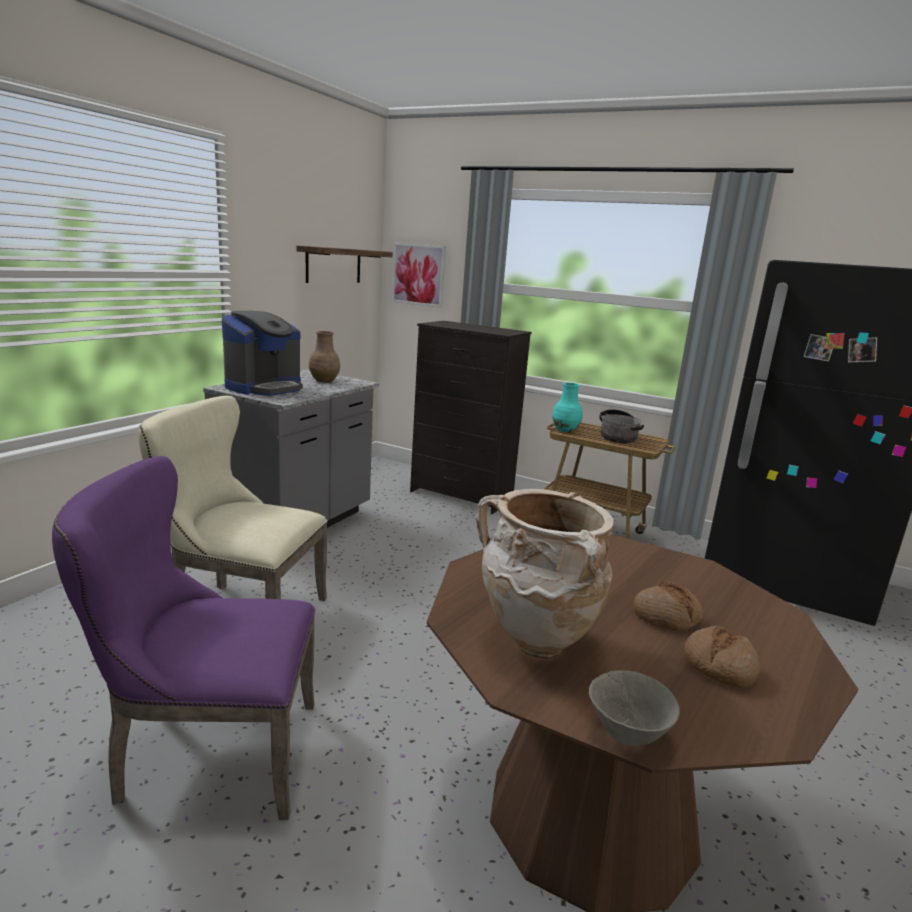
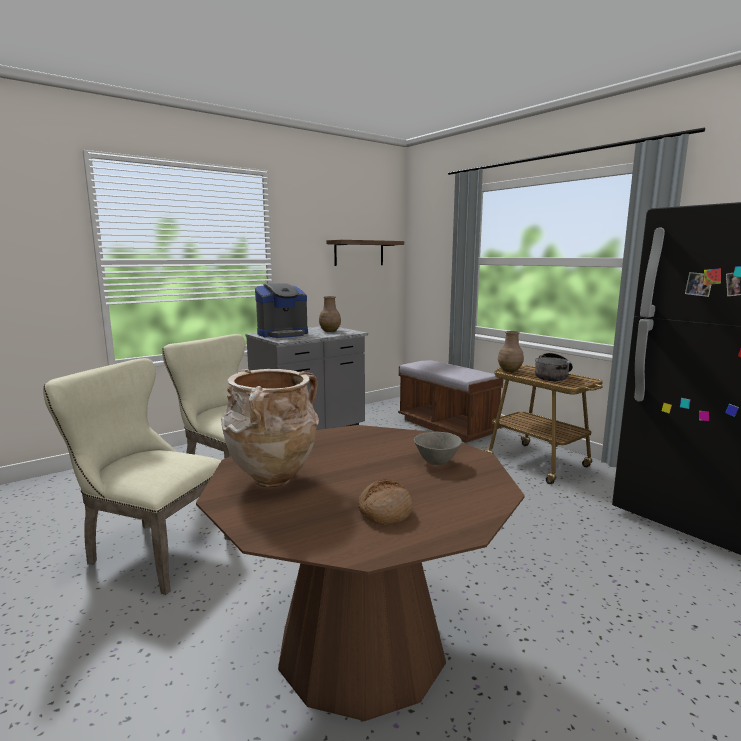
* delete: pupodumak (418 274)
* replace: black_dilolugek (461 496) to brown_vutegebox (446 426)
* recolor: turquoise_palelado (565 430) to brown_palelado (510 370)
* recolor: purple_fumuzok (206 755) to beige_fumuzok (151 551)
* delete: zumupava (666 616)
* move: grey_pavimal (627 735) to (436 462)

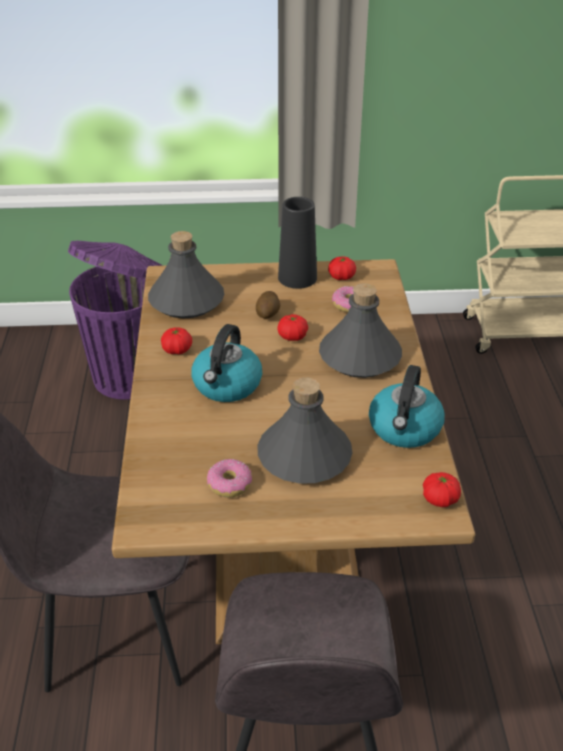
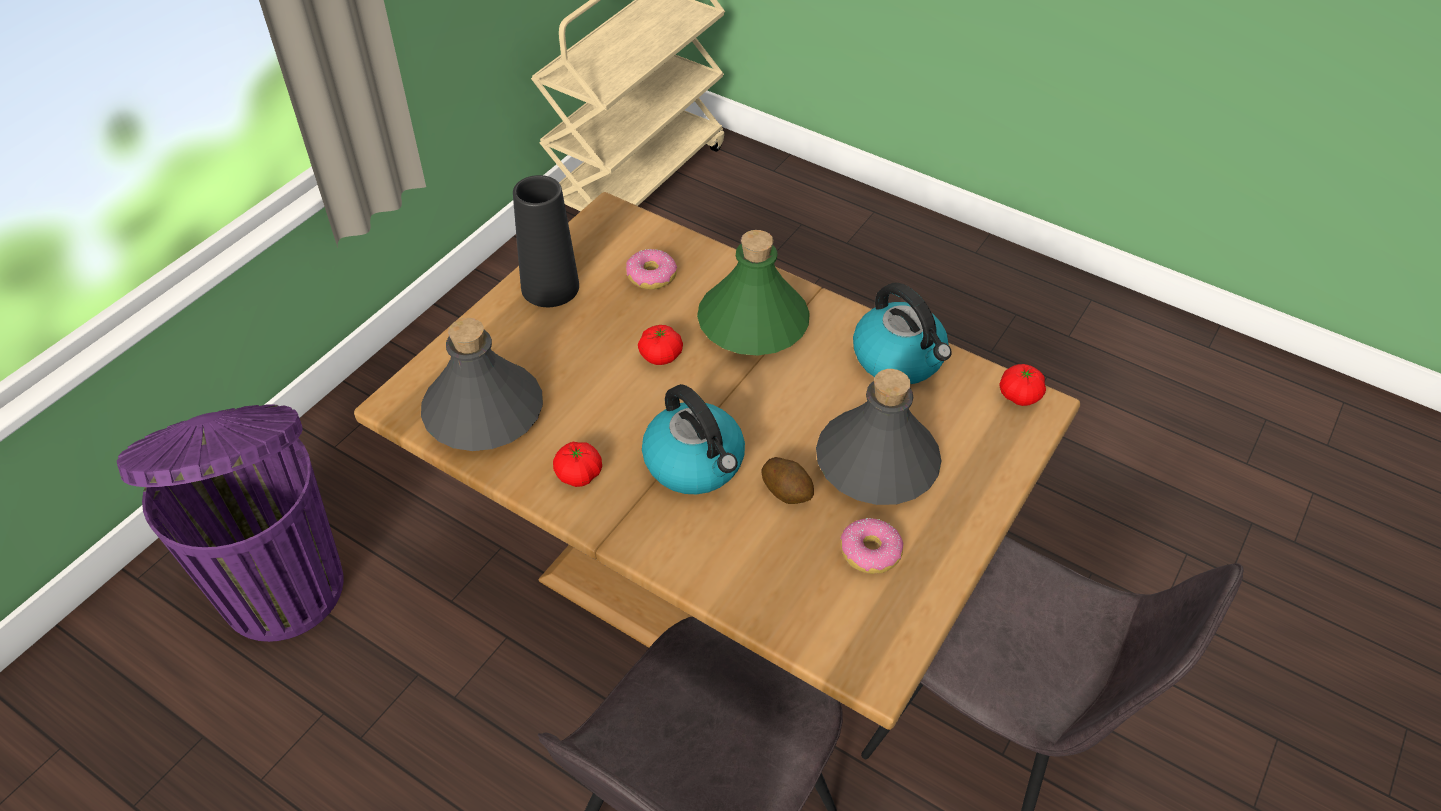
* delete: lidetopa (341 277)
* recolor: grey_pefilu (359 357) to green_pefilu (753 324)
* move: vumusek (268 314) to (787 491)

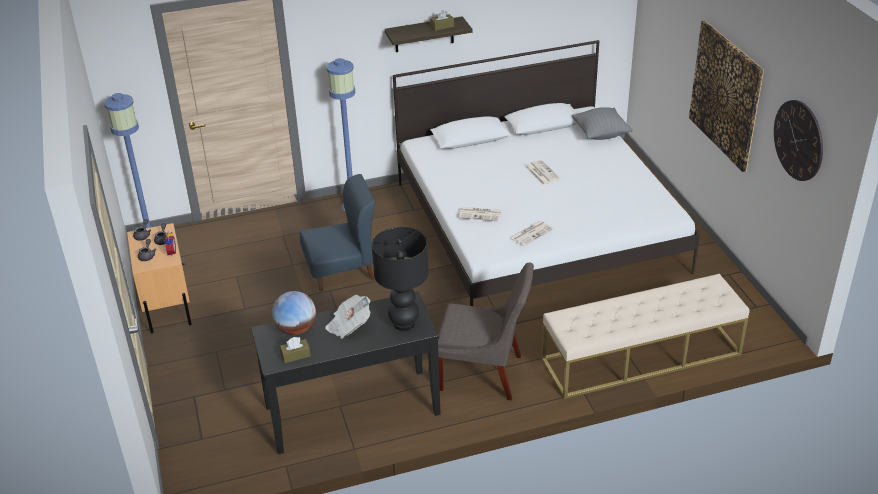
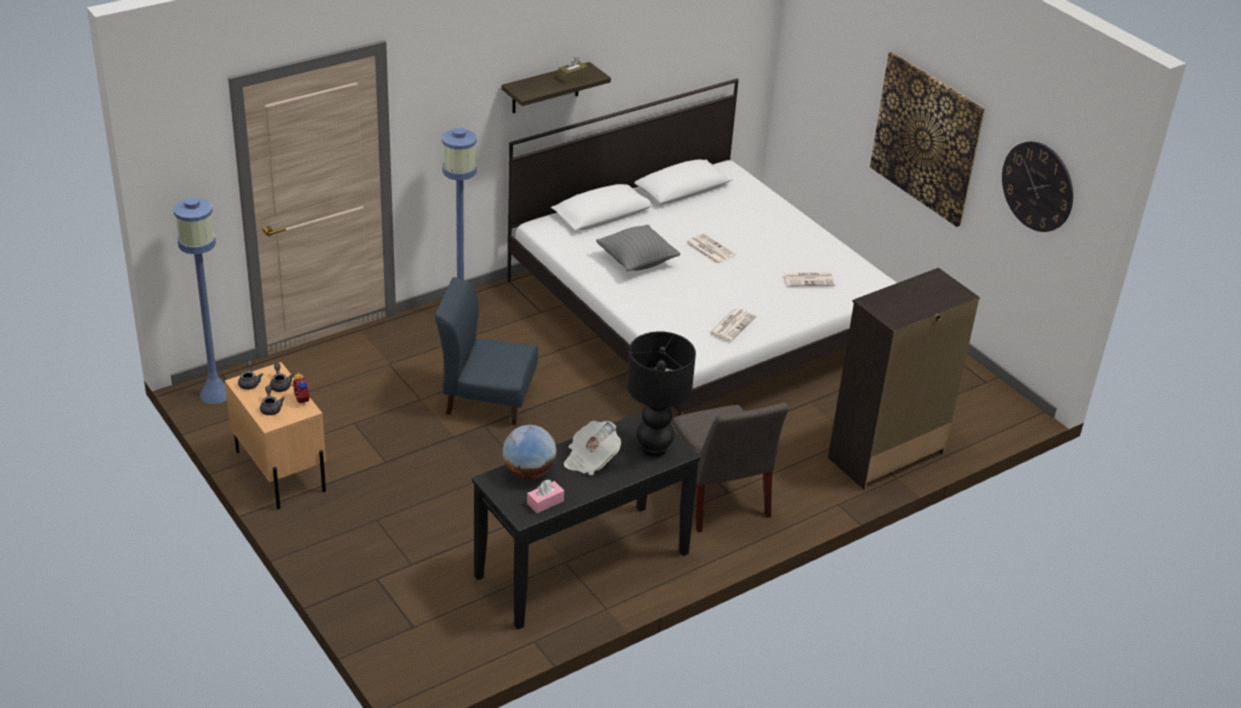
* move: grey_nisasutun (600 134) to (637 262)
* rotate: blue_fumuzok (341 271) = (487 399) 135 degrees counterclockwise
* move: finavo (481 214) to (809 279)
* rotate: grey_fumuzok (485 374) = (718 500) 75 degrees clockwise
* replace: beige_vutegebox (640 357) to black_dilolugek (884 455)
* recolor: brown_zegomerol (295 355) to pink_zegomerol (545 502)

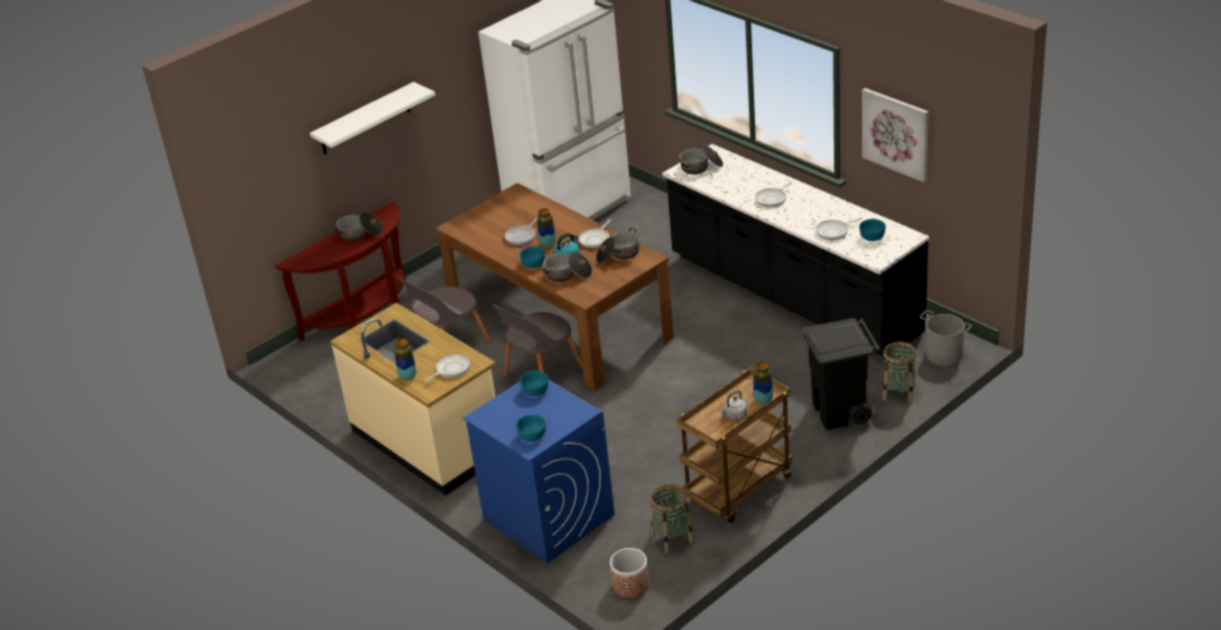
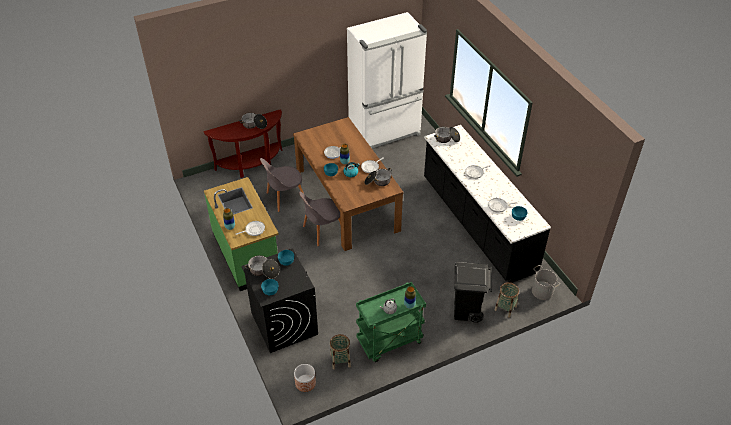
* delete: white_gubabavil (365 119)
* delete: pupodumak (896 133)
* move: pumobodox (567 274) to (263 271)
* recolor: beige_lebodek (429 442) to green_lebodek (247 254)
* recolor: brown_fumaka (739 490) to green_fumaka (389 342)
* recolor: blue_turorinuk (547 516) to black_turorinuk (283 323)

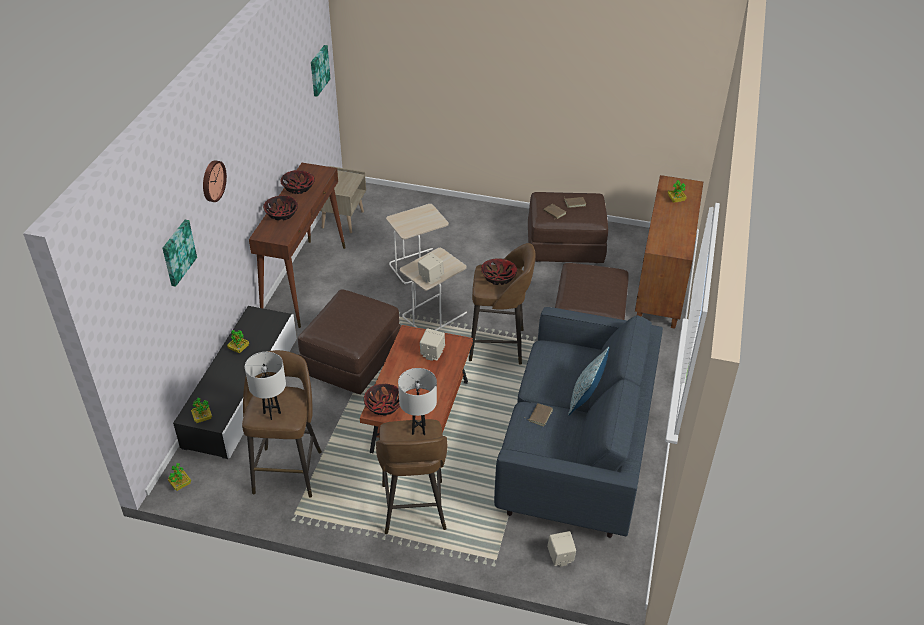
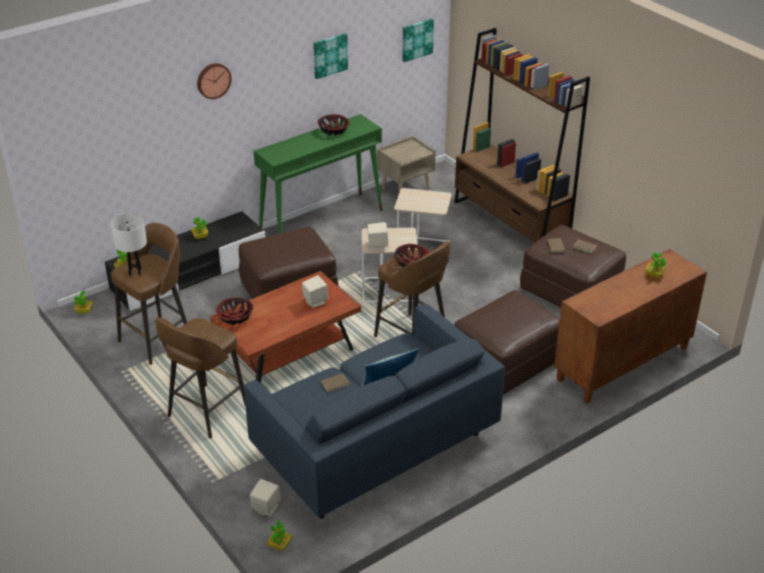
* recolor: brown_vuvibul (305 281) to green_vuvibul (322 221)
* delete: pavimal (282 214)
* move: pupodumak (177 252) to (329 55)
* delete: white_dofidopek (418 430)
* insert: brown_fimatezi (510 224)
* insert: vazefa (279 545)

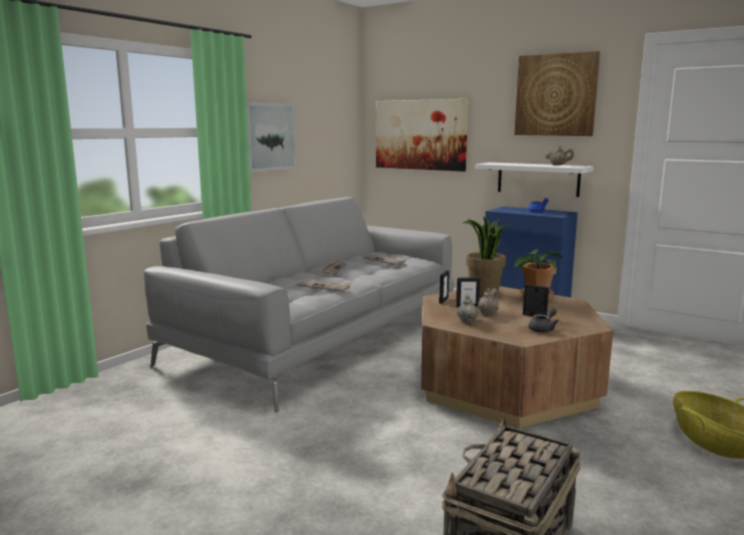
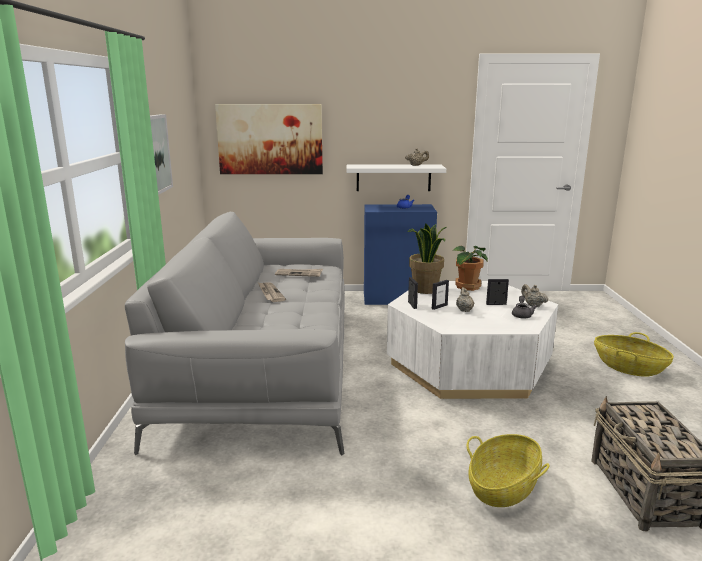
* delete: pupodumak (556 95)
* delete: finavo (324 287)
* recolor: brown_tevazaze (505 384) to white_tevazaze (468 365)
* move: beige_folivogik (467 321) to (532 305)
* insert: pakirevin (503 487)

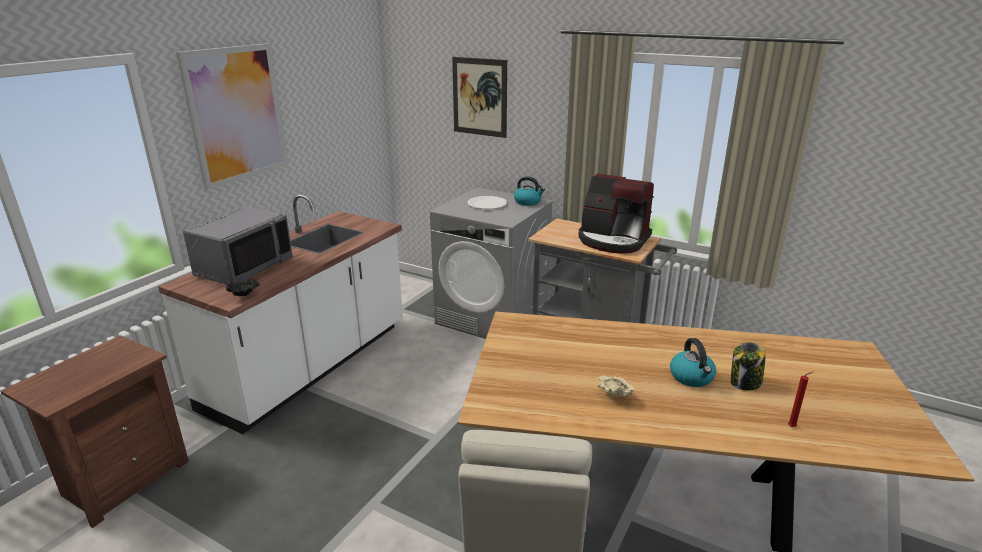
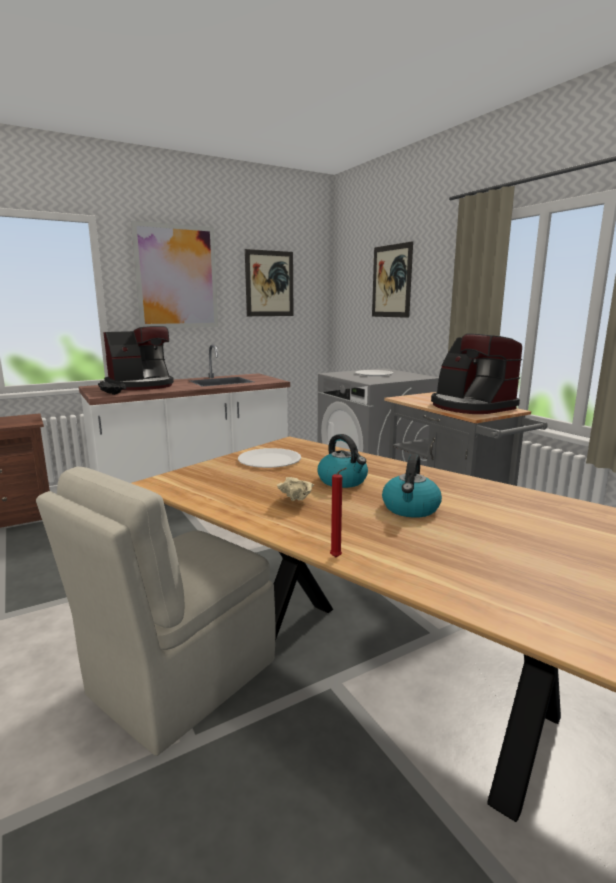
* move: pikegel (528 202) to (343 481)
* replace: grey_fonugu (243 267) to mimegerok (141 385)
* delete: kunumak (745 383)
* move: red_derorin (793 427) to (337 558)
* insert: pupodumak (269 283)
* insert: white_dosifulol (269 460)

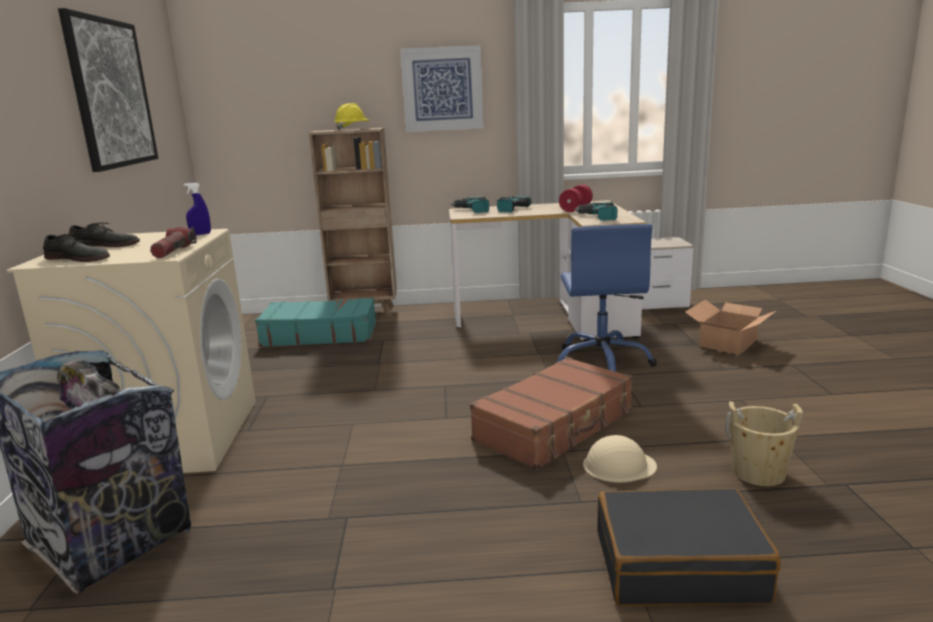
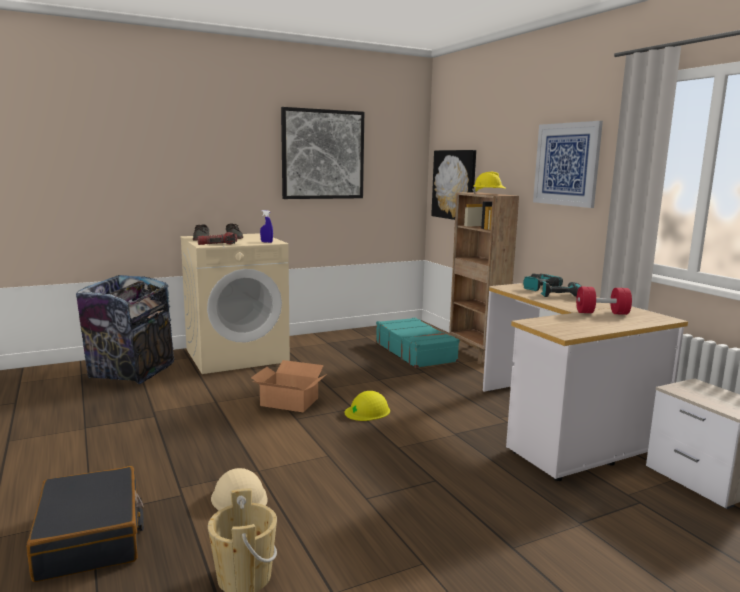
* delete: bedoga (598 217)
* delete: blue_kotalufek (602 362)
* move: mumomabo (729 343) to (289 402)
* delete: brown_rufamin (555 426)
* insert: pupodumak (454 185)
* insert: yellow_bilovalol (367 411)

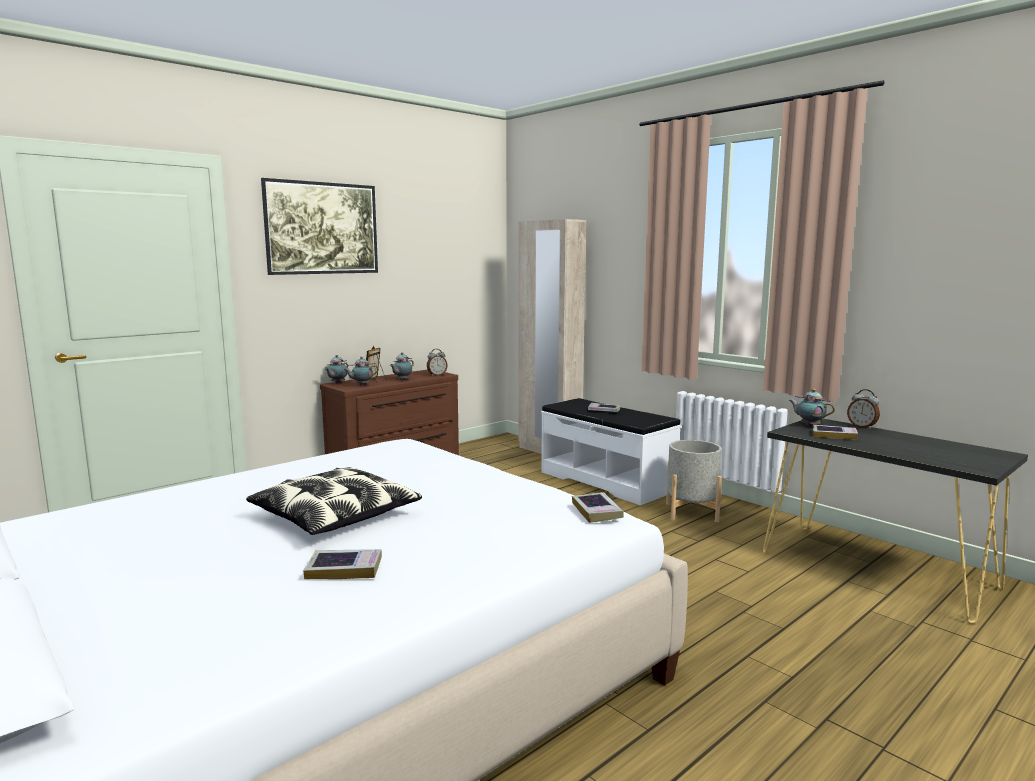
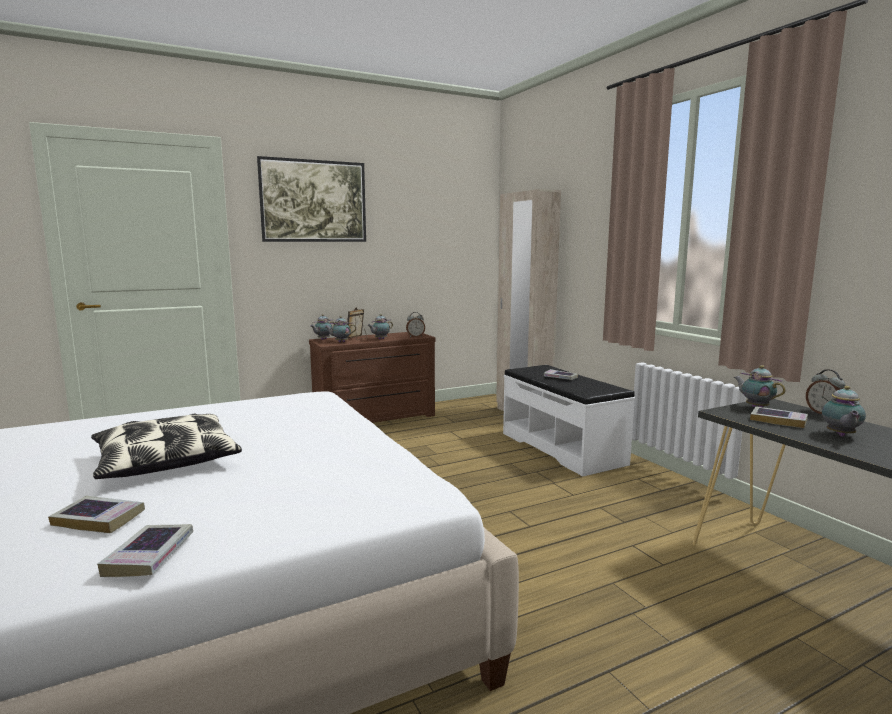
* delete: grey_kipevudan (691 512)
* move: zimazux (596 511) to (149 556)
* insert: folivogik (840 435)

